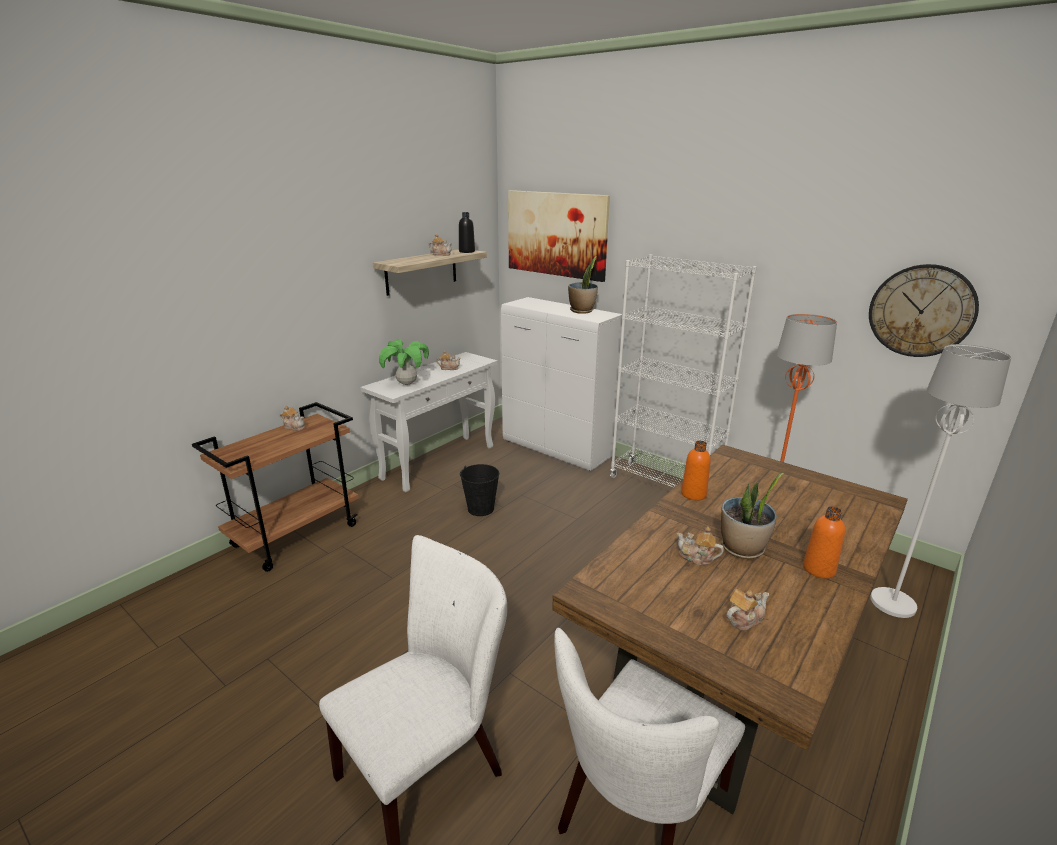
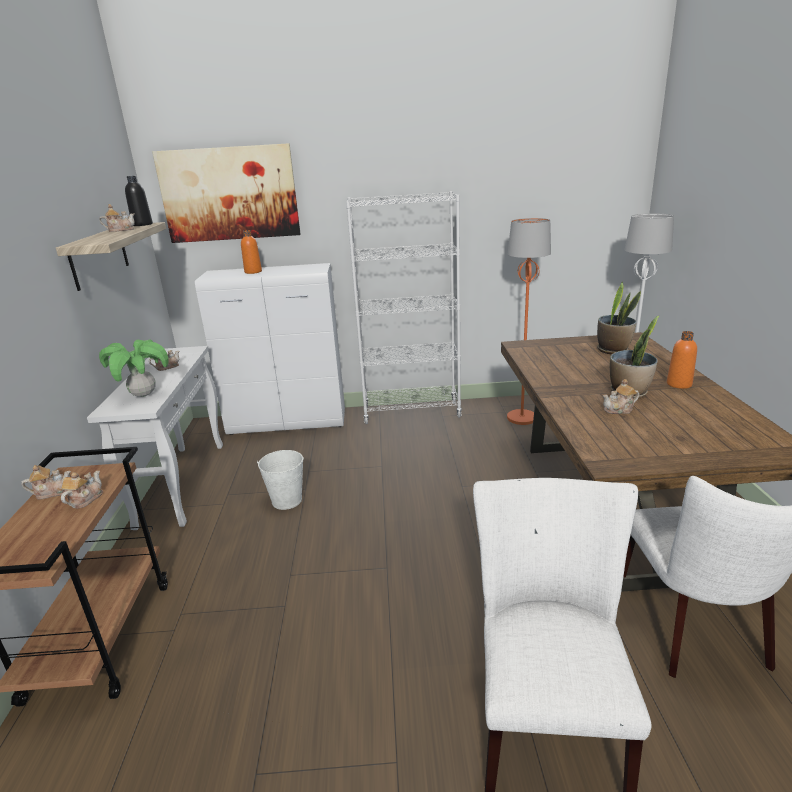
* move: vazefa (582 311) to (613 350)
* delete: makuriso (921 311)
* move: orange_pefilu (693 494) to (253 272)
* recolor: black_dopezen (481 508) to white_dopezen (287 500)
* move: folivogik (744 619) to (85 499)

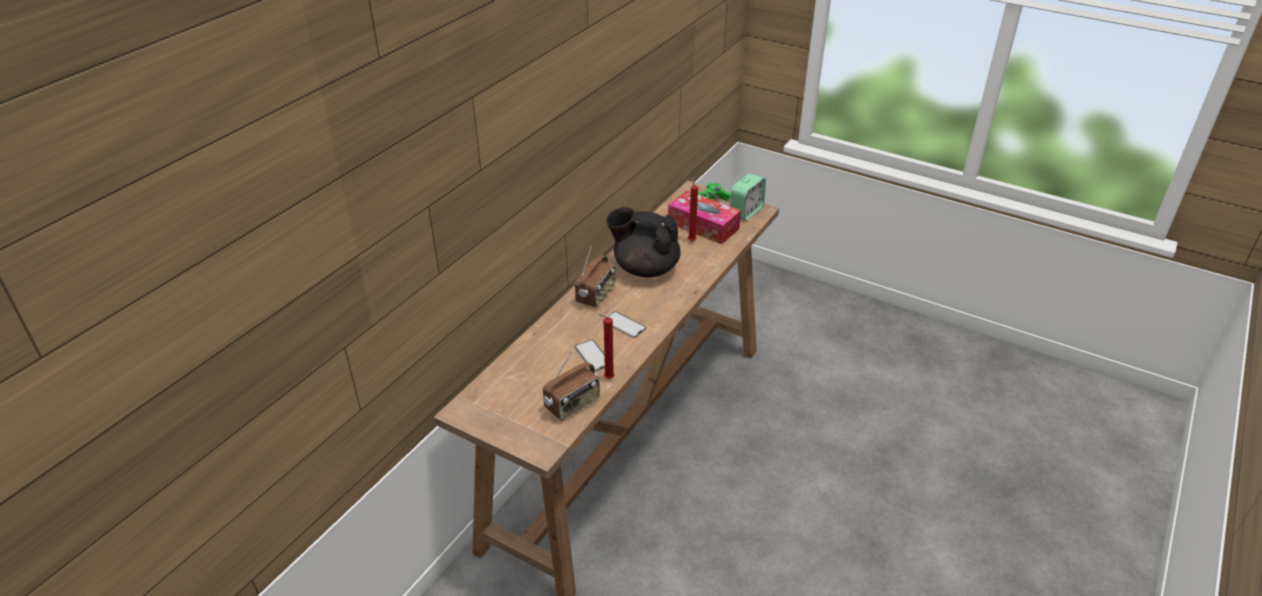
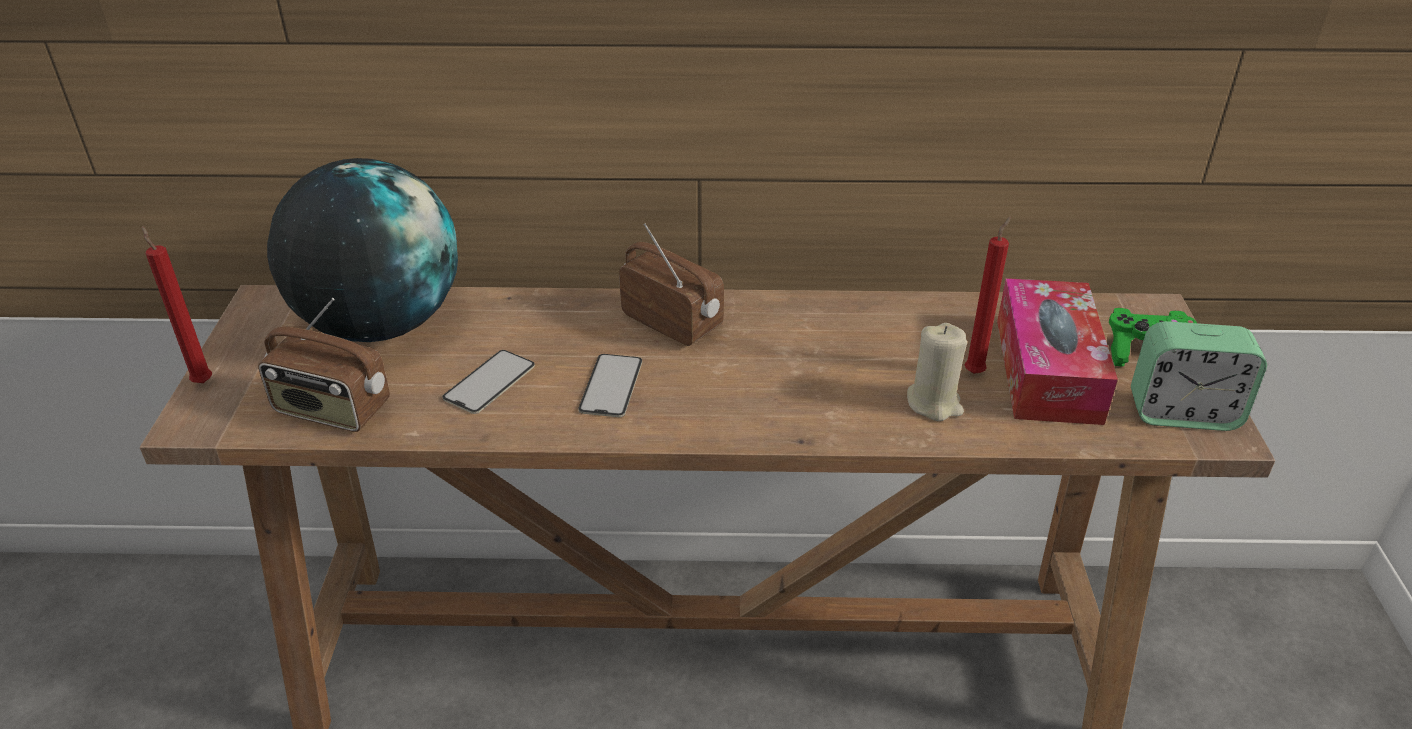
* delete: black_folivogik (645 268)
* rotate: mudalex (596 295) = (673 322) 135 degrees counterclockwise
* move: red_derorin (607 378) to (202 381)
* insert: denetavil (381 324)
* insert: beige_derorin (934 403)

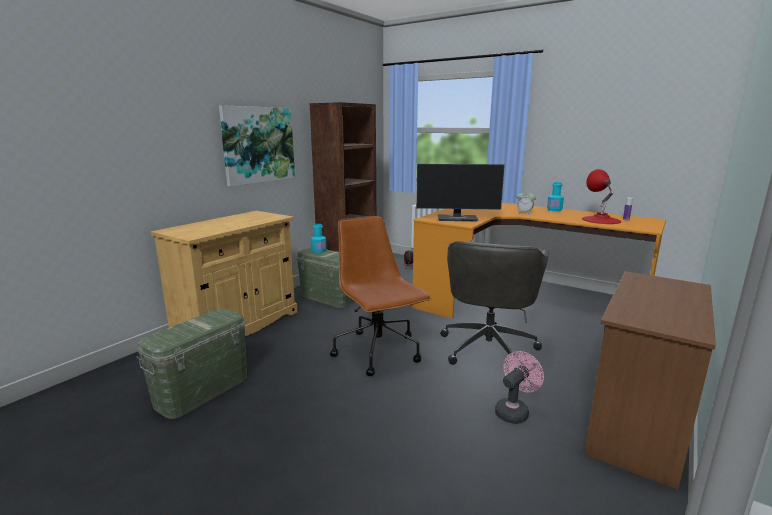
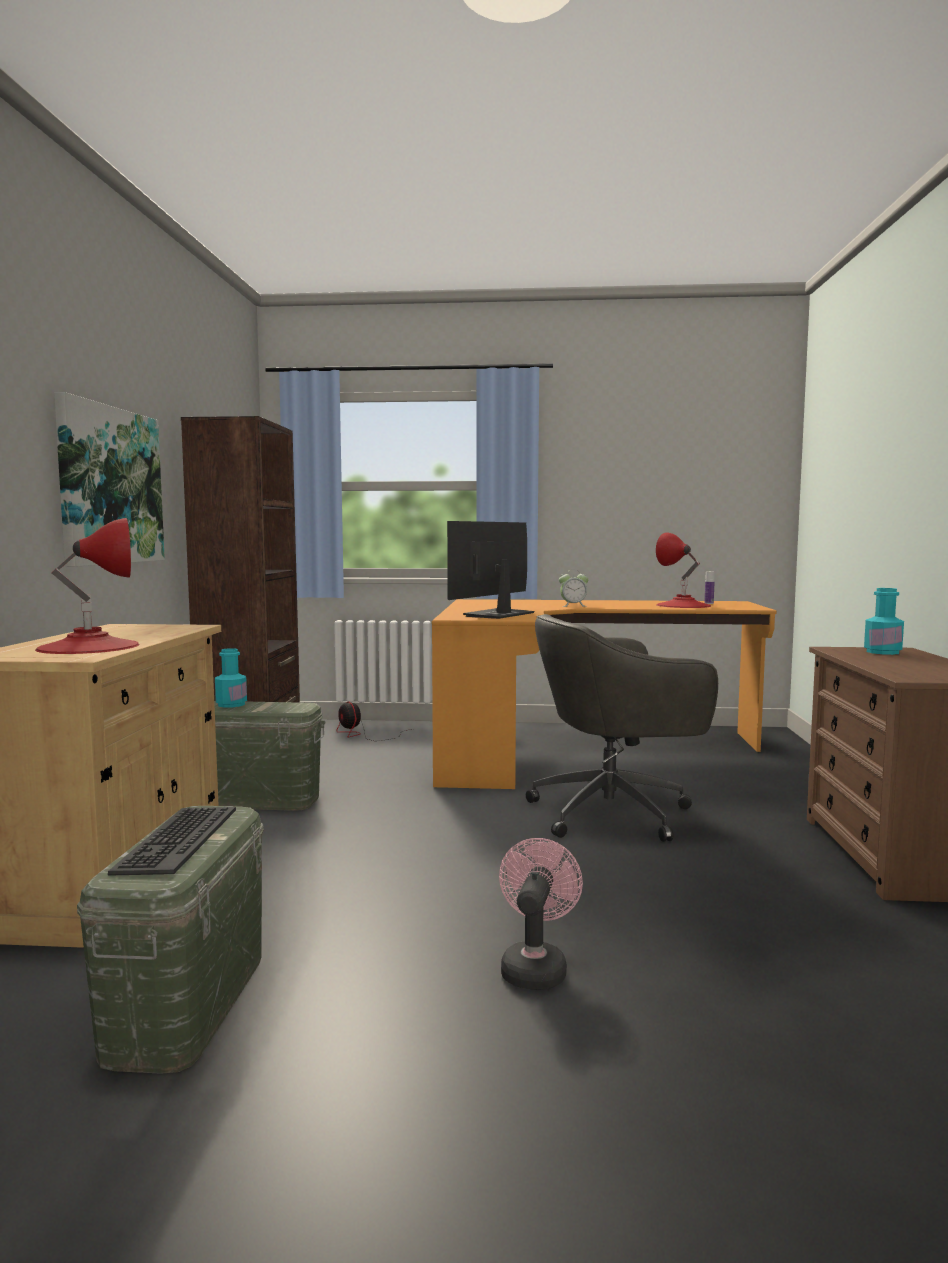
* rotate: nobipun (458 218) = (498 615) 150 degrees clockwise
* move: turquoise_pefilu (554 210) to (882 652)
* delete: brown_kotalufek (379 352)
* rotate: grey_kotalufek (488 347) = (615 813) 90 degrees clockwise
* move: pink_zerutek (514 411) to (535 966)
* insert: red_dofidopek (89 647)
* insert: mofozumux (176 840)

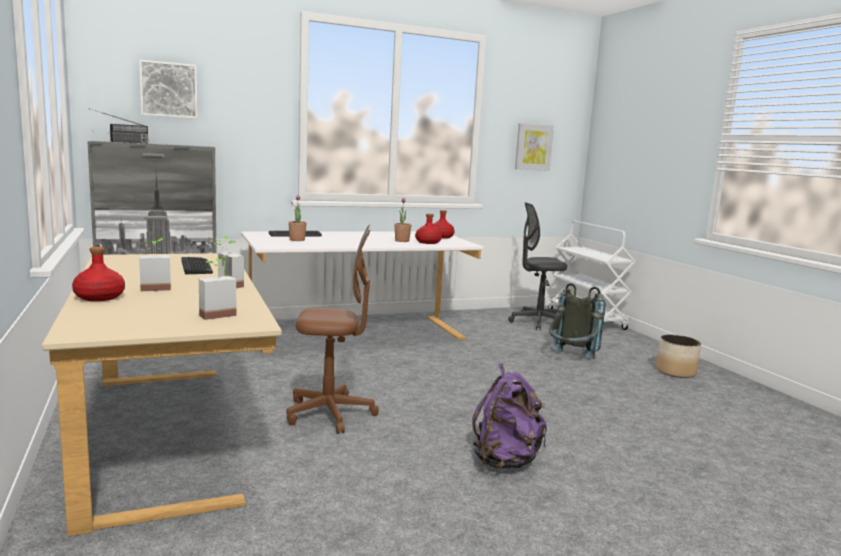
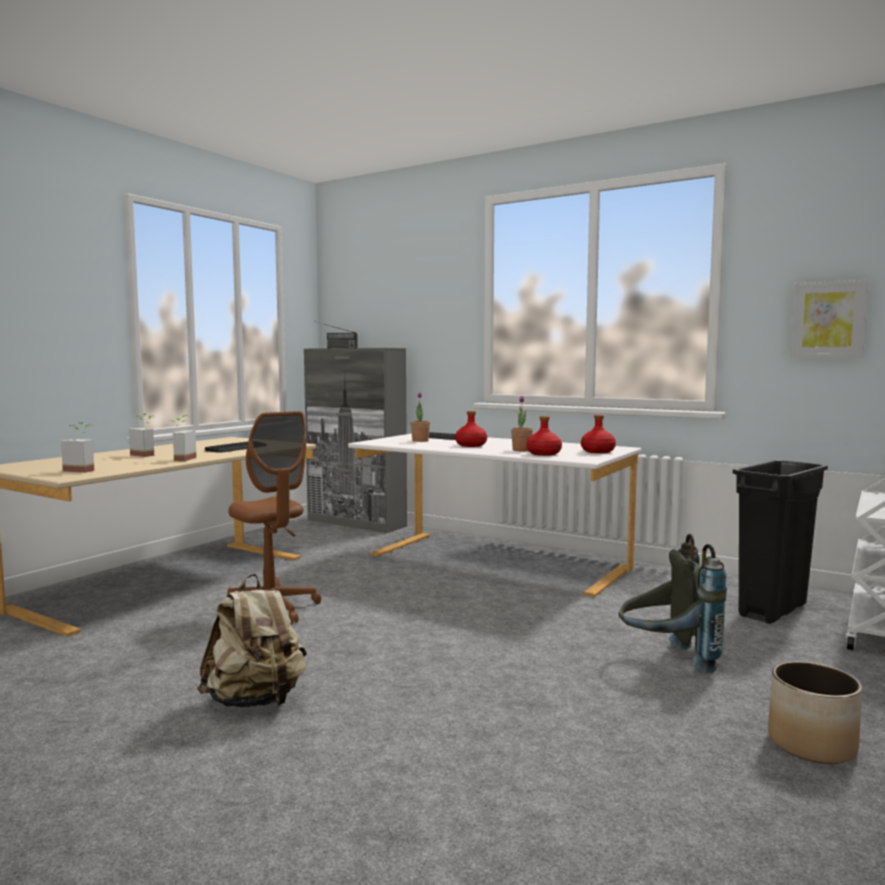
* delete: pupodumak (169 90)
* replace: grey_kotalufek (537 322) to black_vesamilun (772 610)
* move: red_pefilu (99 297) to (470 445)
* recolor: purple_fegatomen (506 460) to beige_fegatomen (256 701)

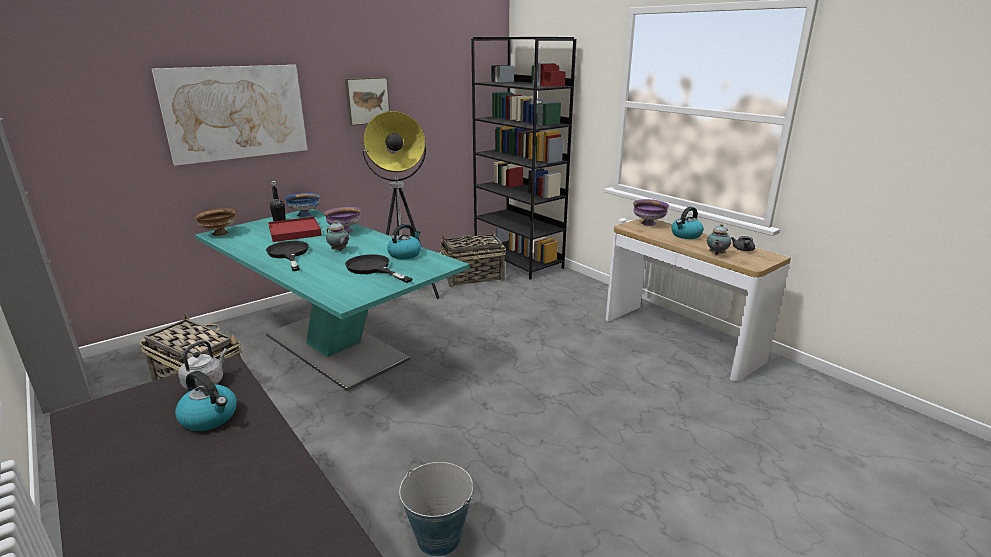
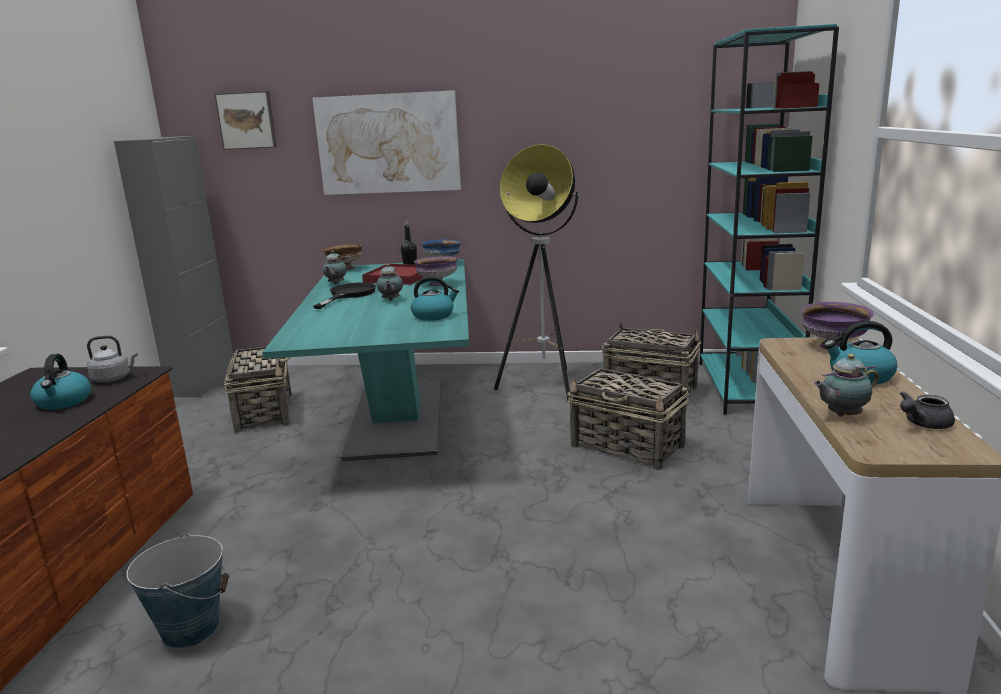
* recolor: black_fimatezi (518 261) to turquoise_fimatezi (747 387)
* move: pupodumak (367 100) to (247 120)
* delete: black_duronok (373 269)
* insert: folivogik (335 284)
* insert: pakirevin (628 446)

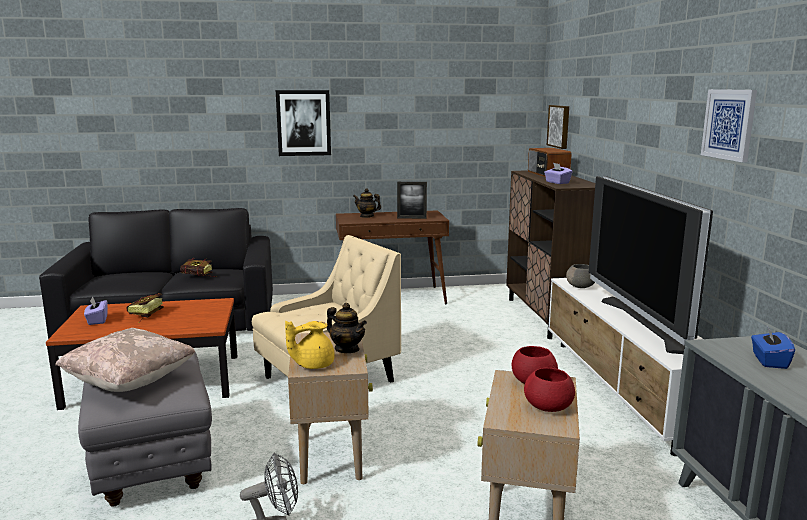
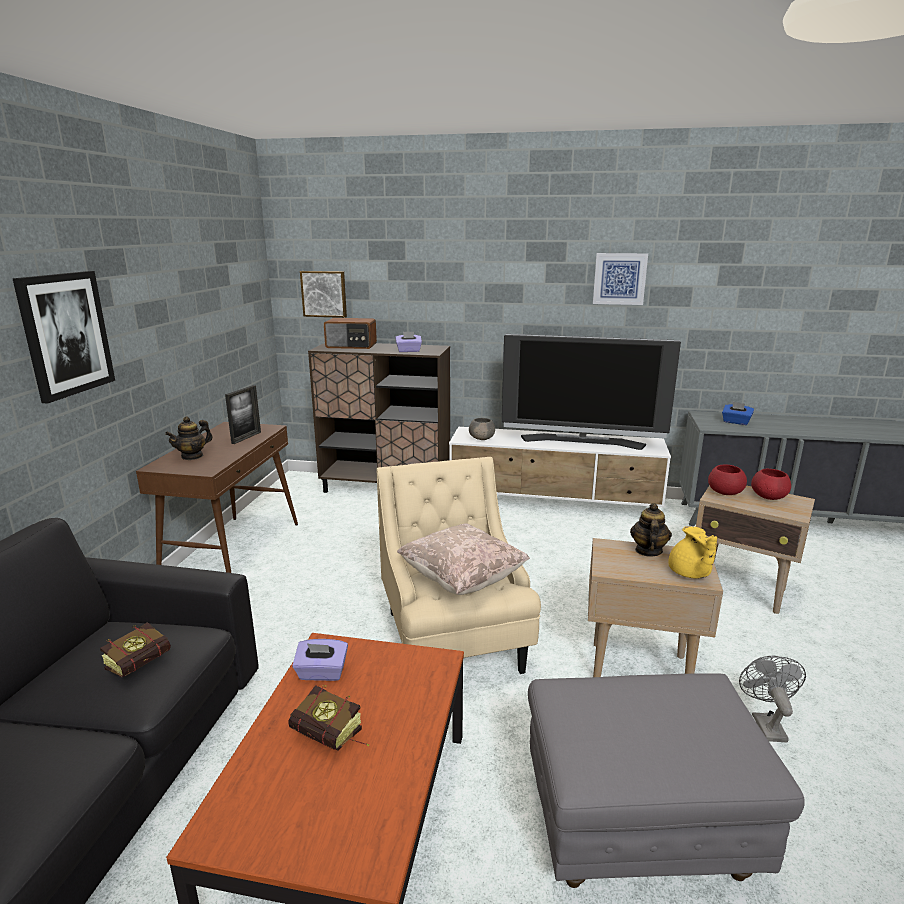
* move: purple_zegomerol (97 320) to (321 673)
* rotate: folivogik (347 349) = (648 551) 45 degrees counterclockwise
* move: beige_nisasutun (130 382) to (462 580)

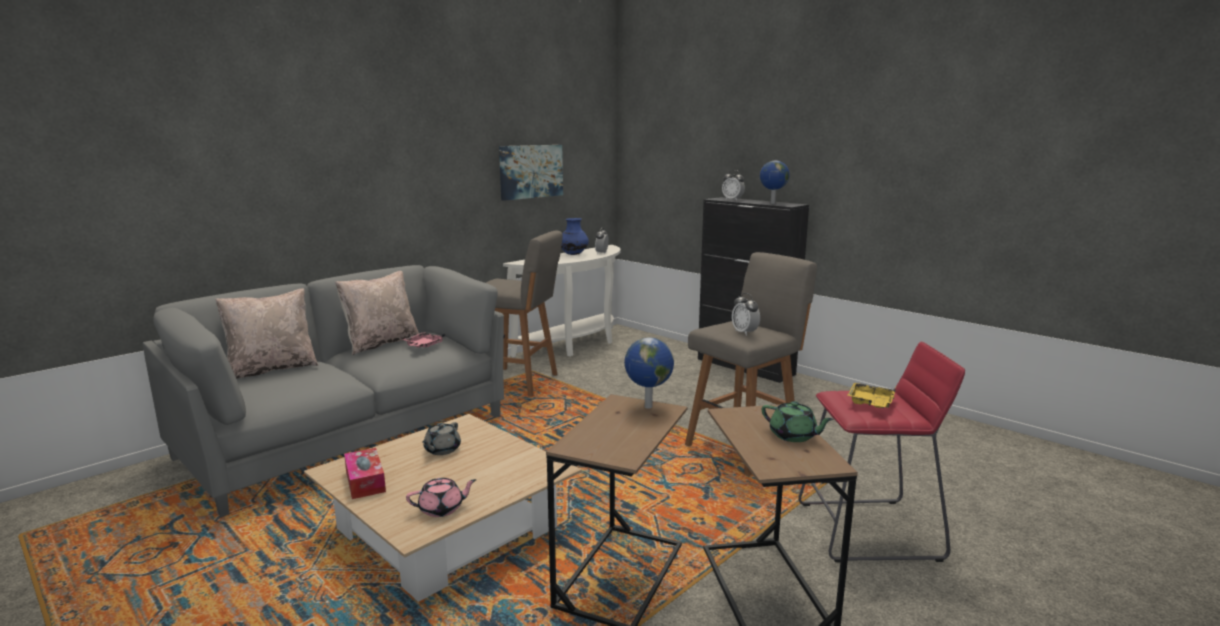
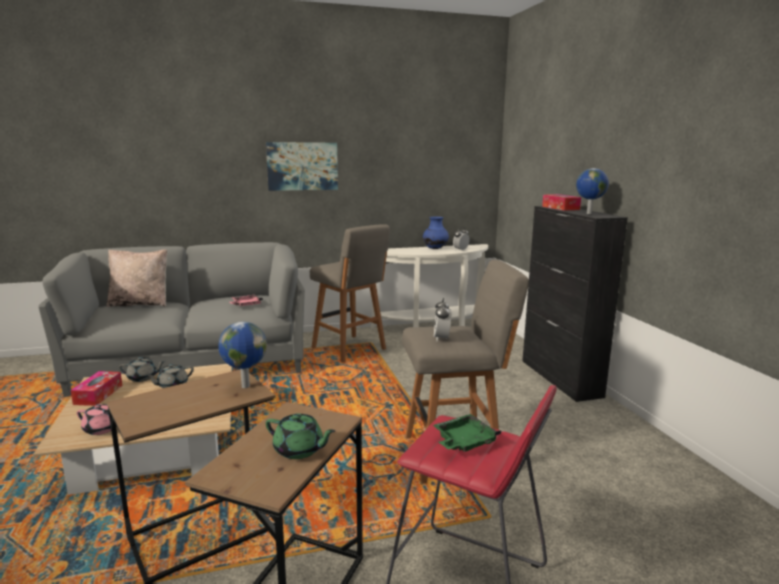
* move: pupodumak (531 171) to (302 166)
* replace: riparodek (732 200) to zegomerol (560 208)
* delete: beige_nisasutun (381 343)
* recolor: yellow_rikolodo (870 403) to green_rikolodo (464 442)
* rotate: green_folivogik (793 436) = (299 450) 45 degrees counterclockwise
* insert: grey_folivogik (143 378)

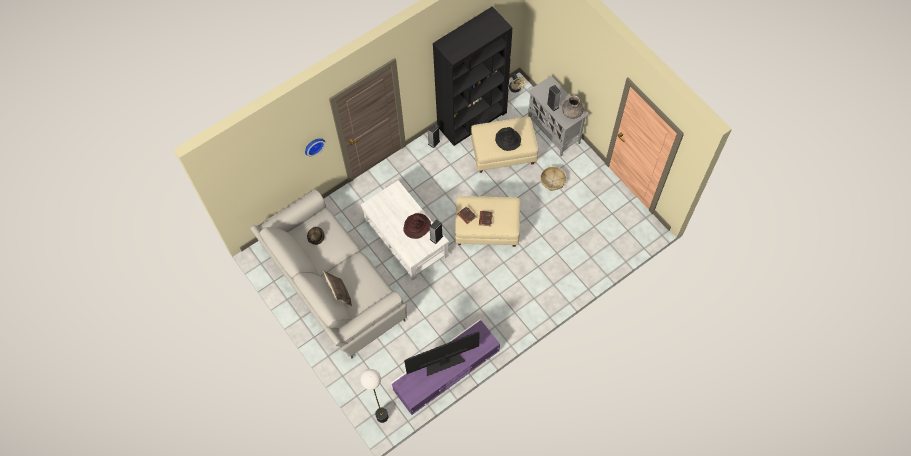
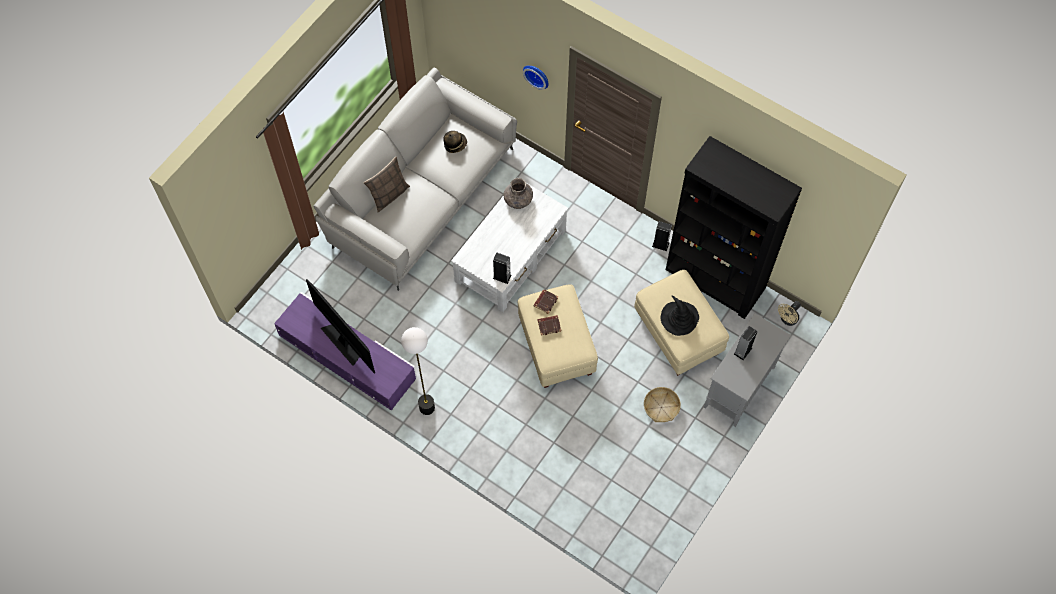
* move: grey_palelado (572 112) to (518 199)
* delete: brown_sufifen (417 226)
* move: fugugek (382 416) to (427 407)

